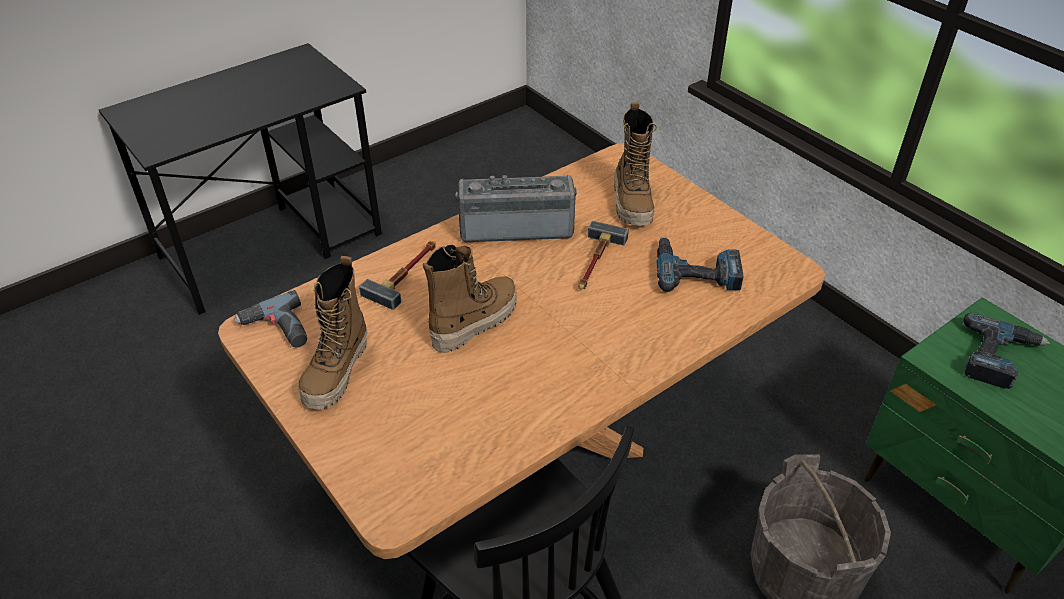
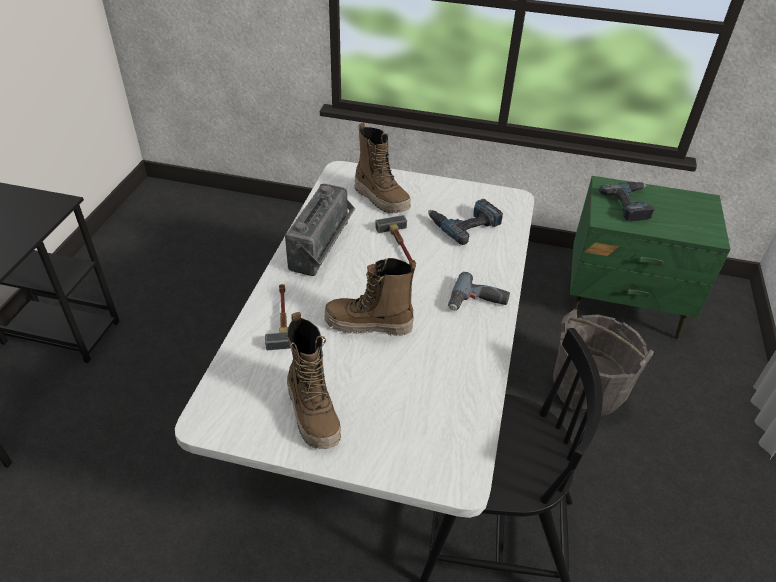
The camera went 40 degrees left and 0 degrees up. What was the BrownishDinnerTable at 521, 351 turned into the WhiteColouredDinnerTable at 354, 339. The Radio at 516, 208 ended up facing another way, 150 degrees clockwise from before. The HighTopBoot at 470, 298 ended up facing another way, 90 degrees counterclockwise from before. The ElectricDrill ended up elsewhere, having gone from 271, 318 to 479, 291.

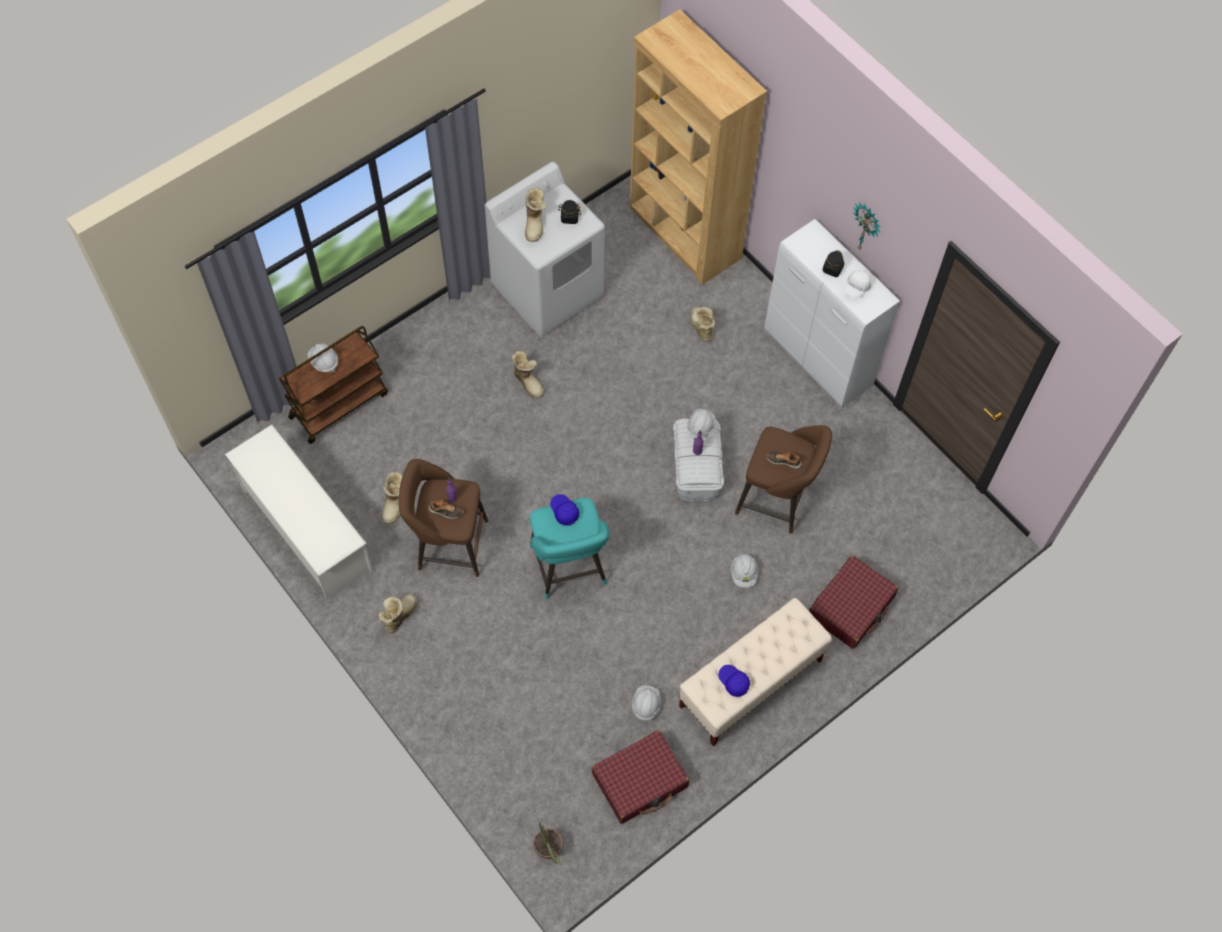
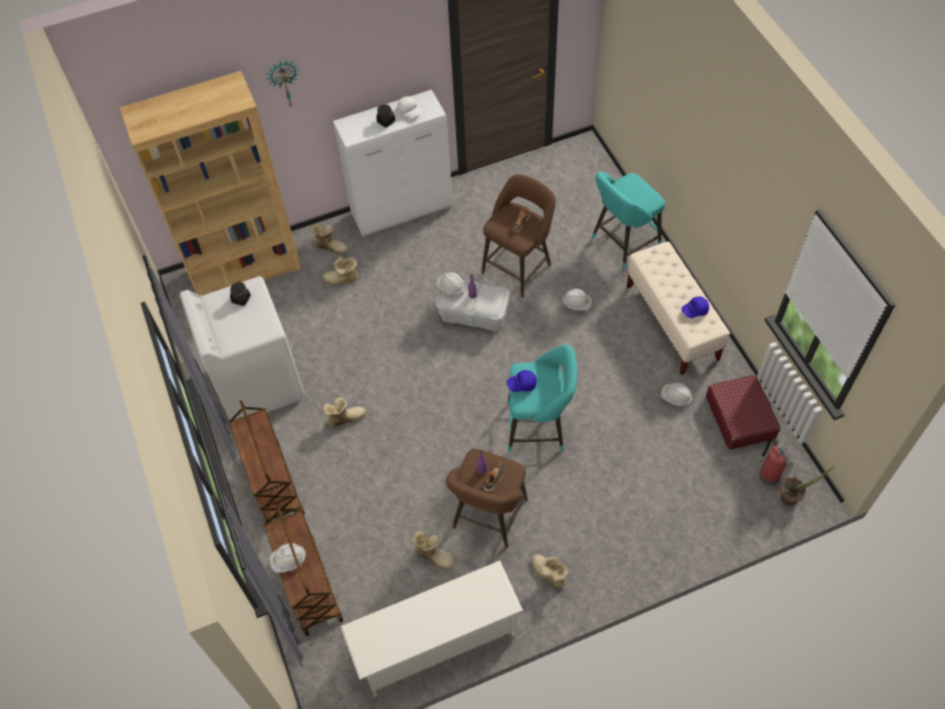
The camera went 70 degrees left and 5 degrees down. The HighTopBoot ended up elsewhere, having gone from 536, 214 to 330, 238. The HangingClock ended up elsewhere, having gone from 867, 226 to 283, 83. Where the RedColouredPieceOfLuggage stood at 853, 602, the BlueGreenSittingStool came to stand at 628, 220. The second view gained the BrownishCart at 267, 461. The second view gained the FireExtinguisher at 775, 462.

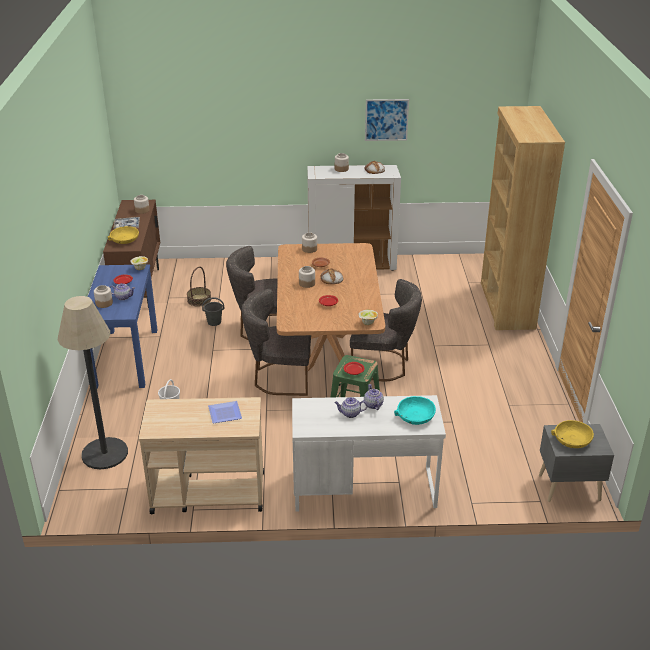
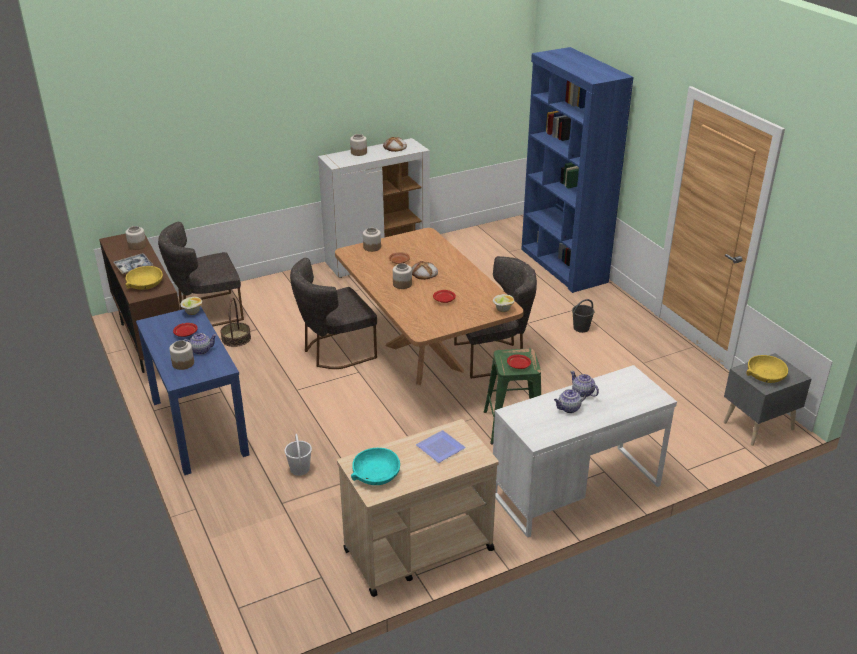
The camera went 25 degrees left and 0 degrees up. The second view lost the WallArt at 387, 120. What was the BrownishBookshelf at 523, 218 turned into the BluishBookshelf at 577, 170. The GrayPlainChair ended up elsewhere, having gone from 276, 342 to 201, 274. The second view lost the StandingLamp at 93, 382. The GrayBucket ended up elsewhere, having gone from 213, 311 to 583, 316. The BlueGreenDeepDish ended up elsewhere, having gone from 415, 410 to 375, 466.

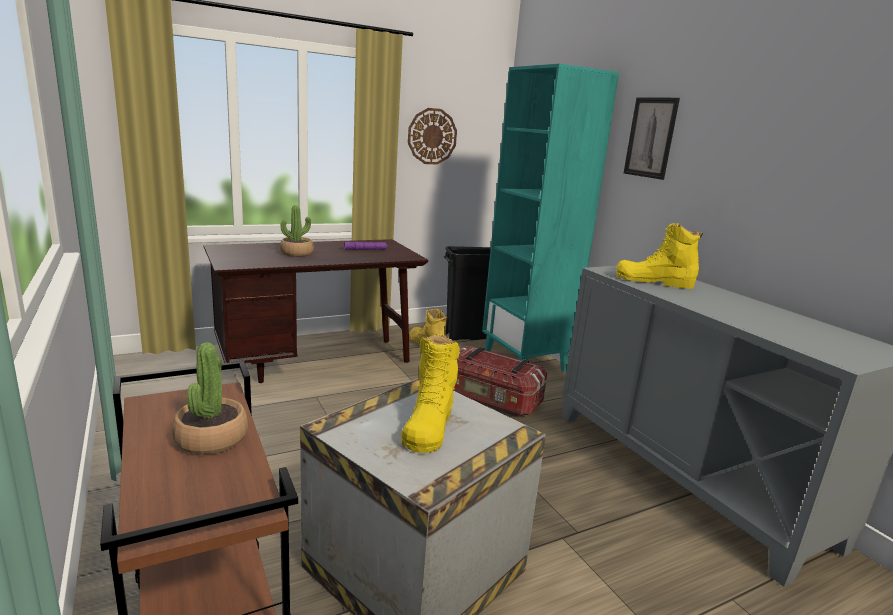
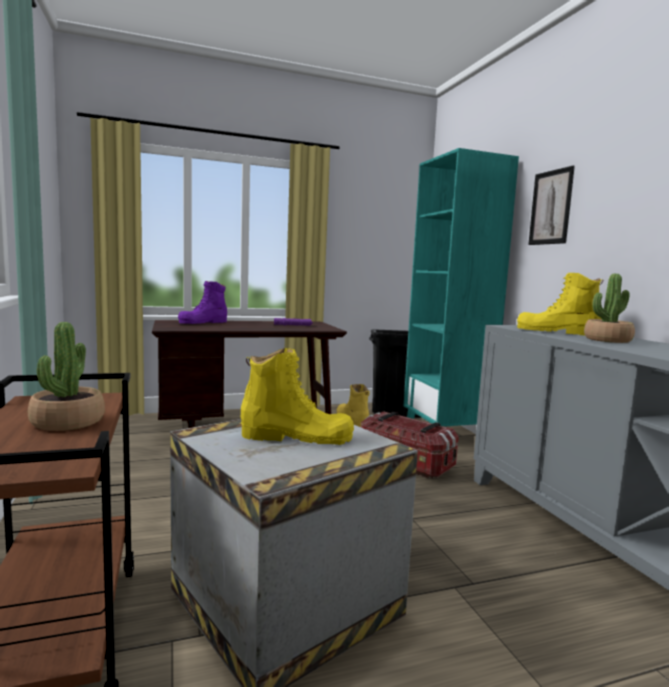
The camera went 10 degrees right and 10 degrees down. The second view lost the HangingClock at 432, 136. The PlantInAPot ended up elsewhere, having gone from 297, 231 to 609, 308. The YellowishHighTopBoot at 430, 393 ended up facing another way, 105 degrees counterclockwise from before. The second view gained the PurpleHighTopBoot at 202, 302.

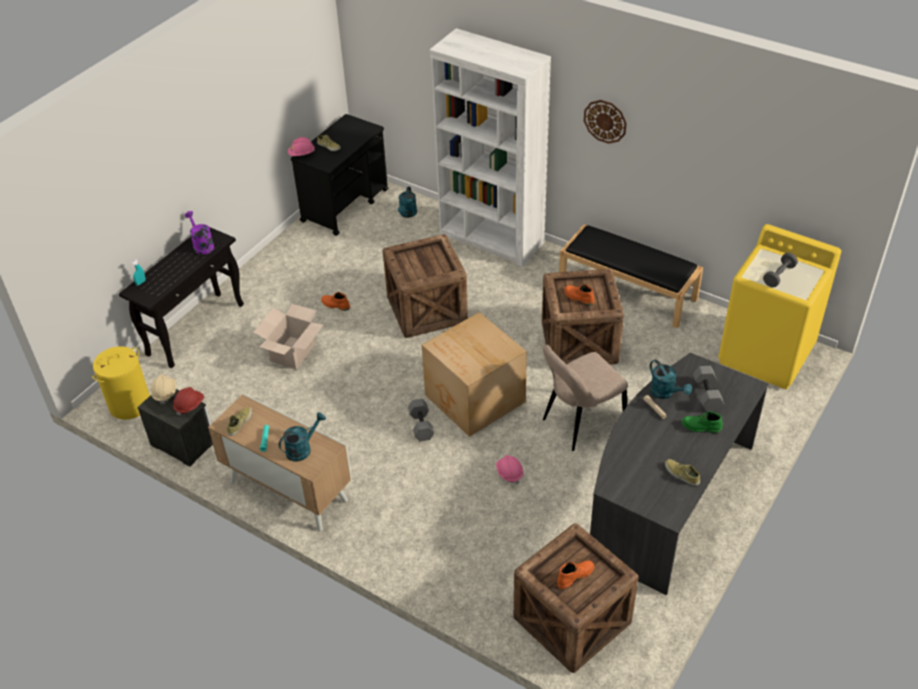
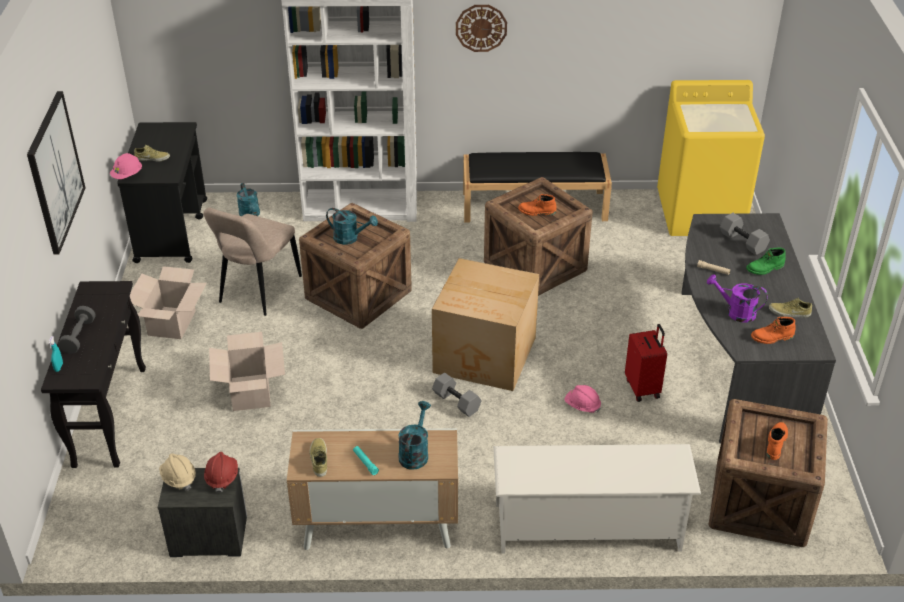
The camera went 35 degrees left and 5 degrees down. The PurpleWateringPot ended up elsewhere, having gone from 199, 232 to 737, 298. The GrayDumbbell ended up elsewhere, having gone from 780, 270 to 76, 330. The OrangeColouredHighTopBoot ended up elsewhere, having gone from 335, 301 to 773, 330. The SandColouredPlainChair ended up elsewhere, having gone from 585, 398 to 252, 261. The second view lost the YellowishLaundryBasket at 121, 383. The BlueGreenWateringPot ended up elsewhere, having gone from 671, 379 to 352, 226. The second view gained the WallArt at 56, 173. The second view gained the PackingBox at 168, 302. The second view gained the RedColouredPieceOfLuggage at 646, 363. The second view gained the WhiteColouredShoeRack at 597, 498.

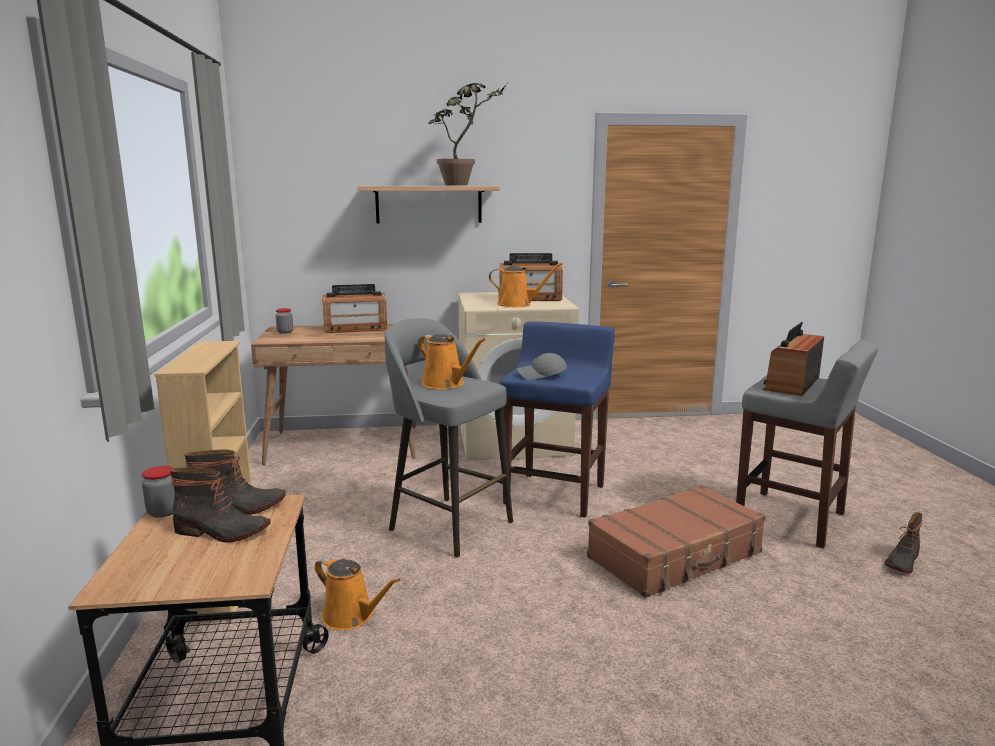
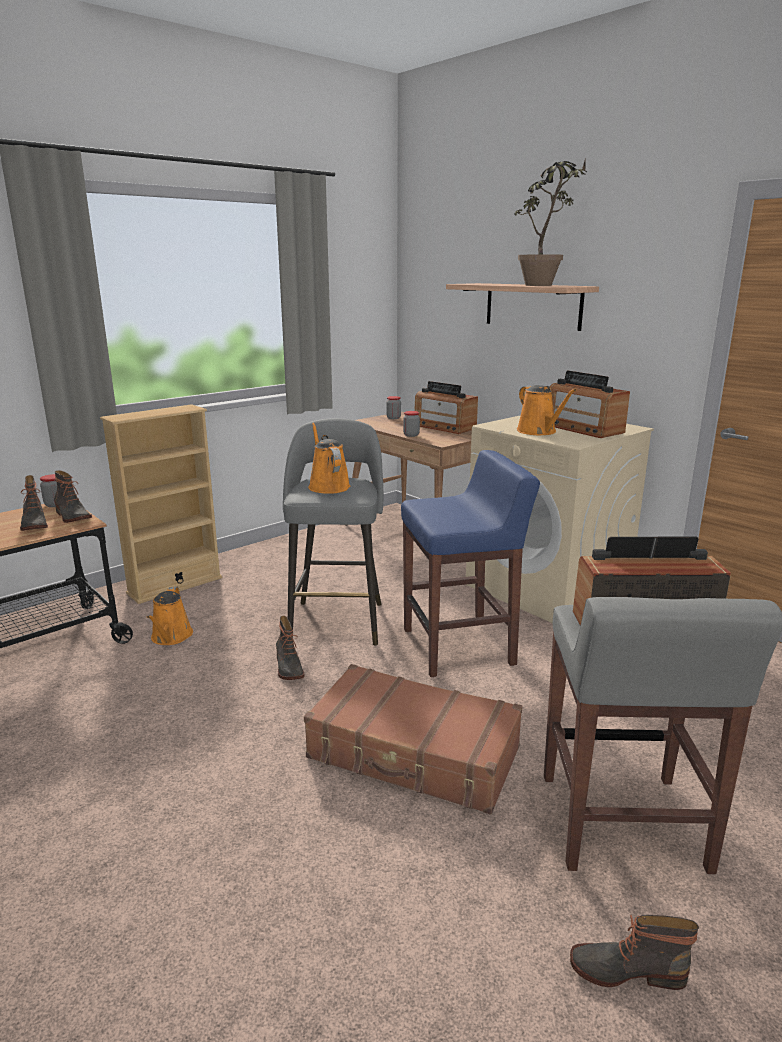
The camera went 55 degrees right and 5 degrees up. The OrangeColouredWateringPot at 452, 361 ended up facing another way, 150 degrees clockwise from before. The second view lost the GrayBaseballCap at 542, 366. The second view gained the PreserveJar at 411, 424. The second view gained the HighTopBoot at 290, 648.

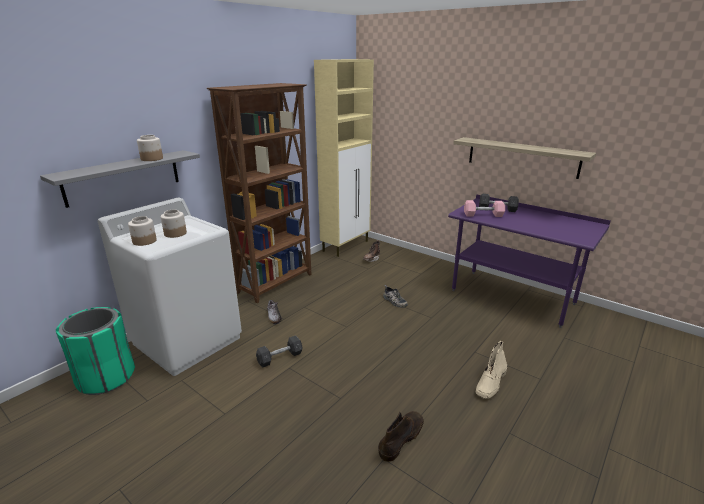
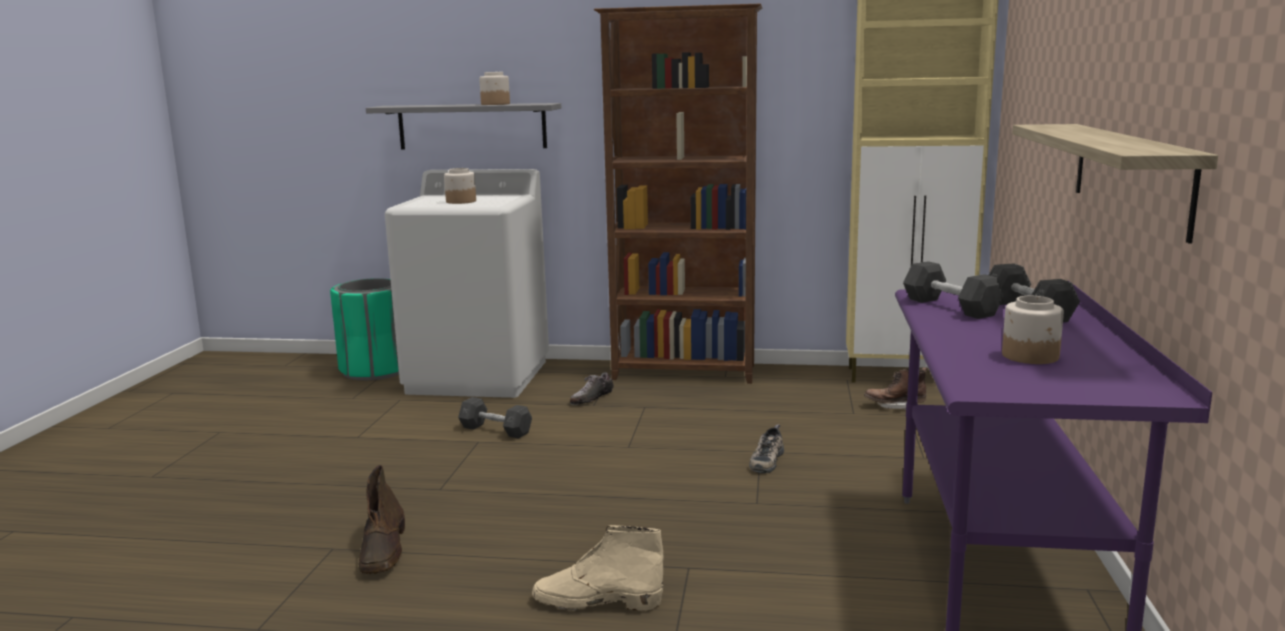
The camera went 60 degrees right and 10 degrees down. What was the PinkColouredDumbbell at 484, 208 turned into the GrayDumbbell at 953, 290. The PreserveJar ended up elsewhere, having gone from 142, 231 to 1033, 330. The BrownishHighTopBoot at 401, 436 ended up facing another way, 75 degrees clockwise from before.

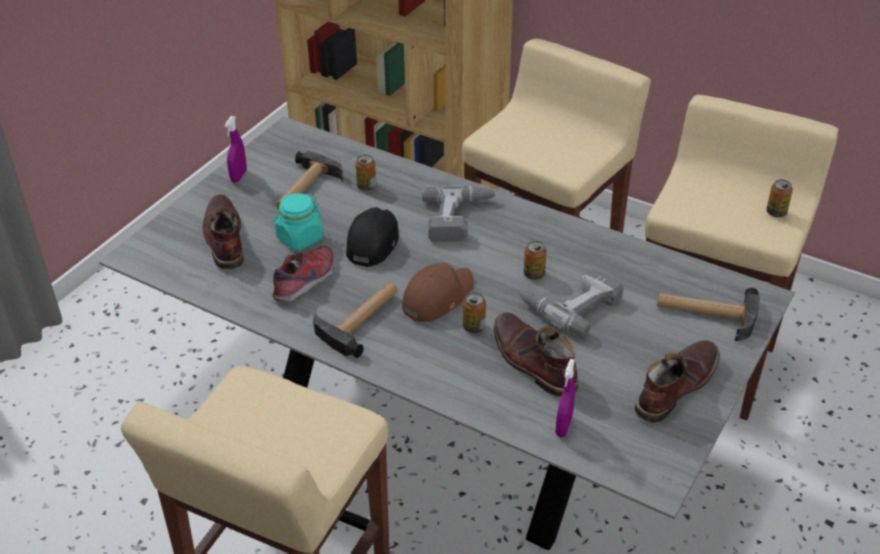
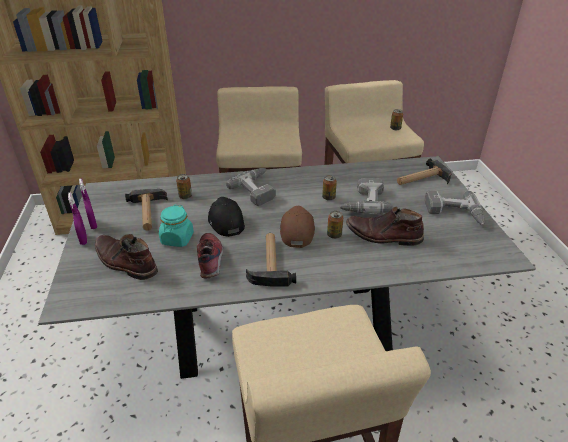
The camera went 40 degrees left and 5 degrees down. Where the BrownishHighTopBoot stood at 677, 381, the ElectricDrill came to stand at 455, 207. The PurpleSprayBottle ended up elsewhere, having gone from 565, 398 to 77, 218.

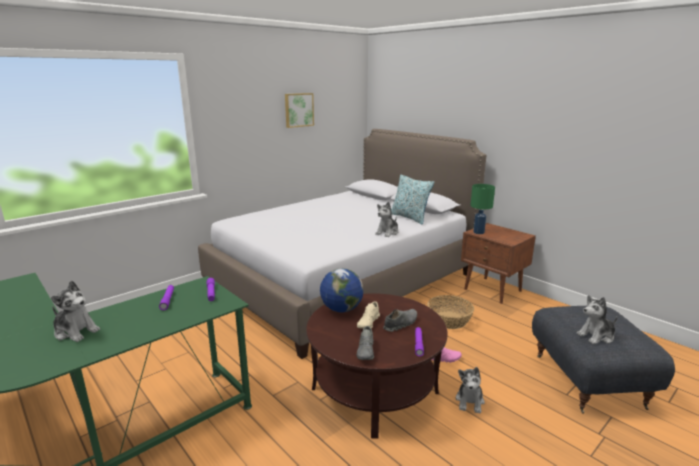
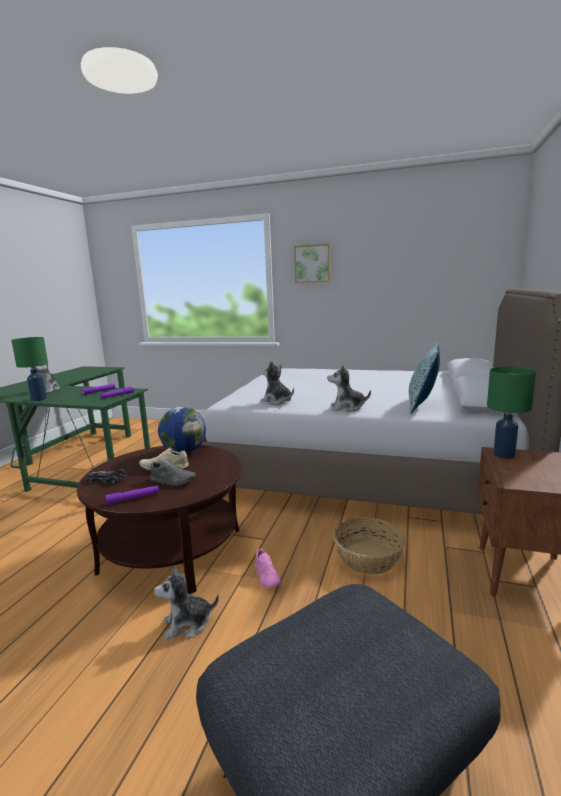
The camera went 60 degrees right and 5 degrees down. The WallArt ended up elsewhere, having gone from 299, 110 to 312, 263. The SoftToy ended up elsewhere, having gone from 597, 319 to 277, 383. Where the GrayShoe stood at 365, 343, the ModelCar came to stand at 106, 477. The second view gained the GreenColouredTableLamp at 29, 369.

